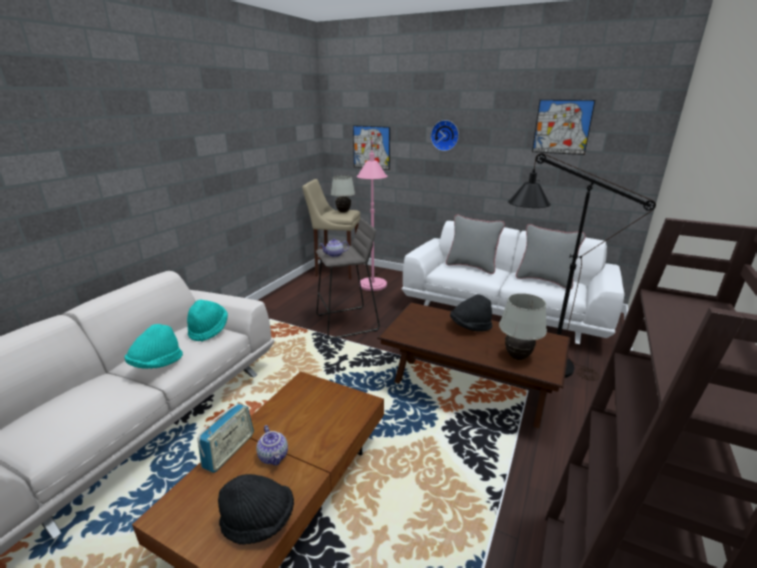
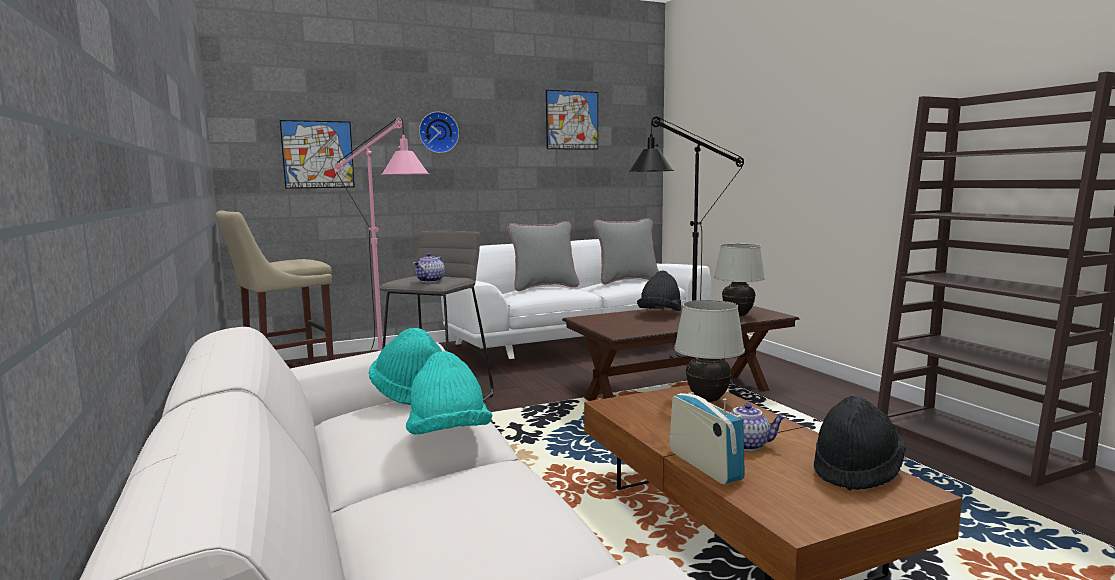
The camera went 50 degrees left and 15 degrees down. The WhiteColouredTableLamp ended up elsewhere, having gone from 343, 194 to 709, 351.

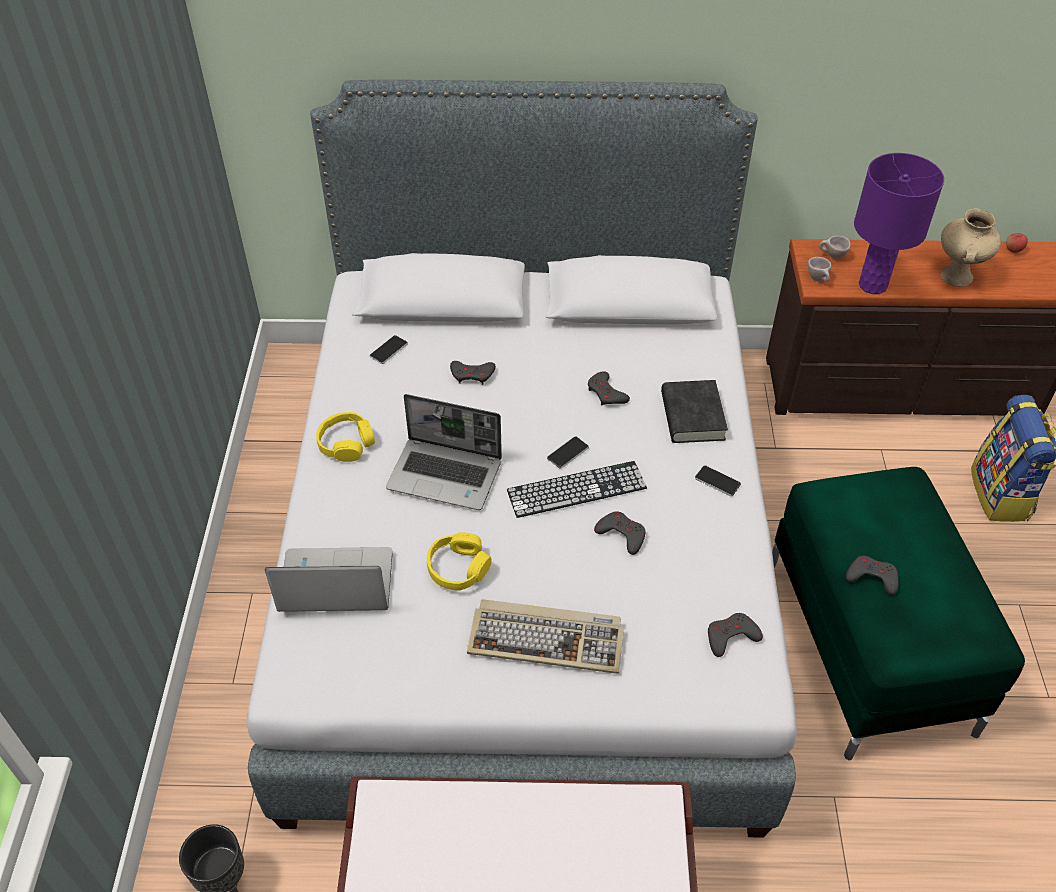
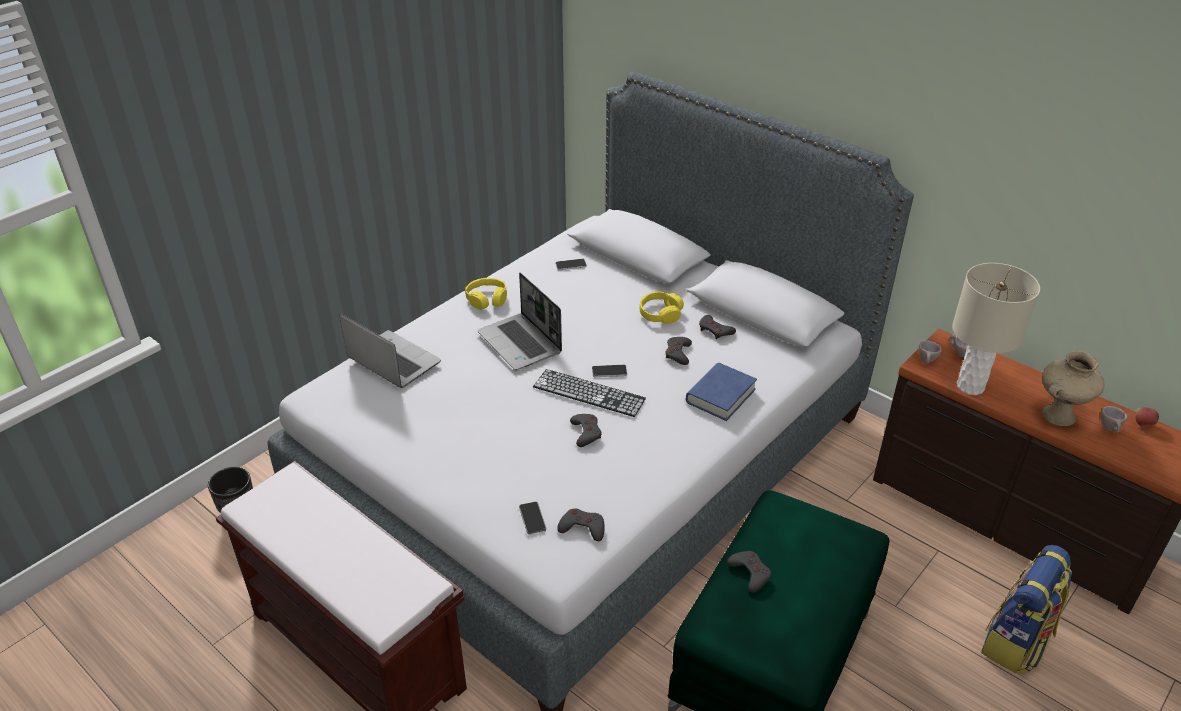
The camera went 40 degrees right and 10 degrees down. What was the PurpleTableLamp at 899, 223 turned into the SandColouredTableLamp at 996, 329. The GrayJoypad ended up elsewhere, having gone from 473, 373 to 717, 327. What was the BlackColouredBook at 694, 411 turned into the BluishBook at 721, 392. The Handset ended up elsewhere, having gone from 718, 480 to 533, 518. The YellowishHeadset ended up elsewhere, having gone from 459, 561 to 662, 307. The second view lost the ComputerKeyboard at 545, 636. The second view gained the SandColouredSmallCup at 1114, 419.

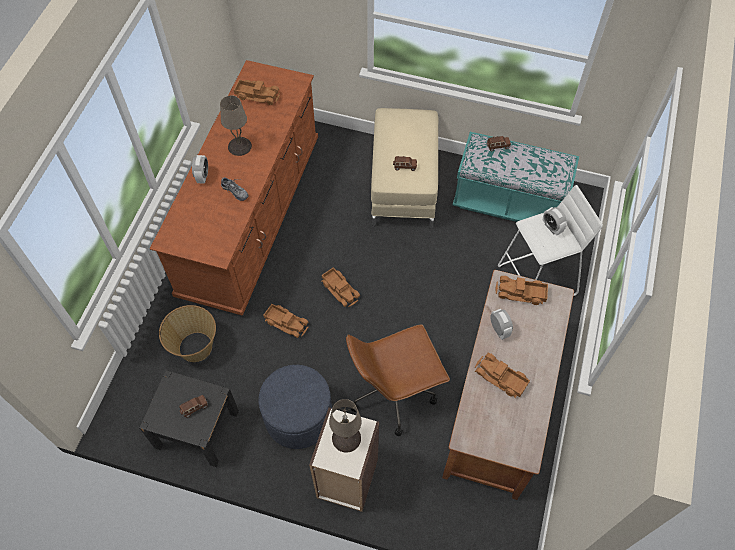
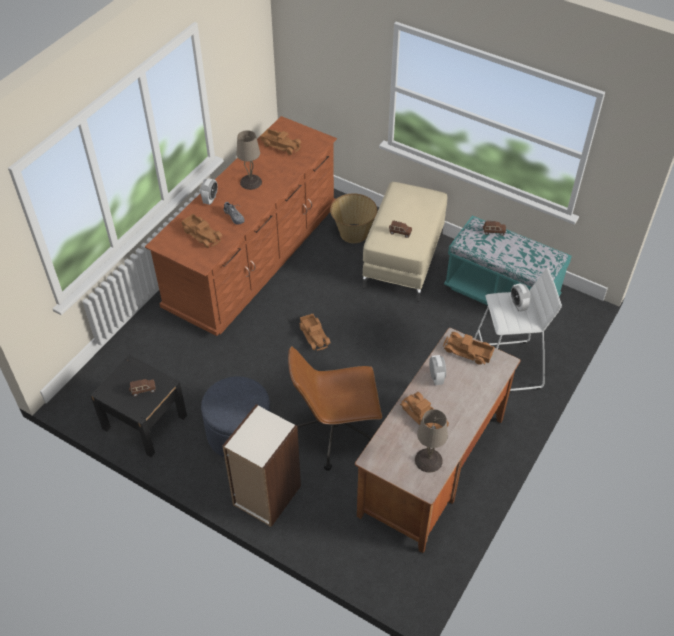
The camera went 15 degrees right and 10 degrees down. The ModelTruck ended up elsewhere, having gone from 285, 321 to 202, 231. The StorageBasket ended up elsewhere, having gone from 187, 333 to 353, 218. The SandColouredTableLamp ended up elsewhere, having gone from 345, 425 to 431, 441.

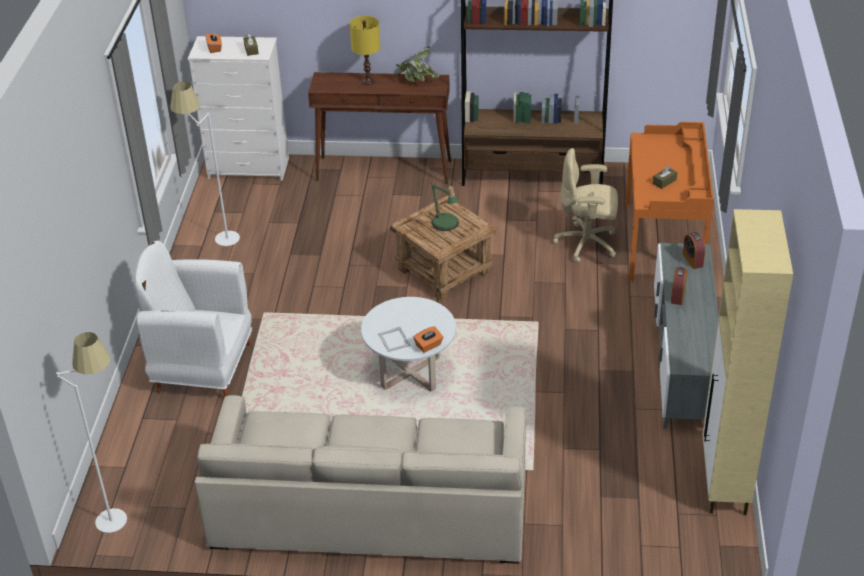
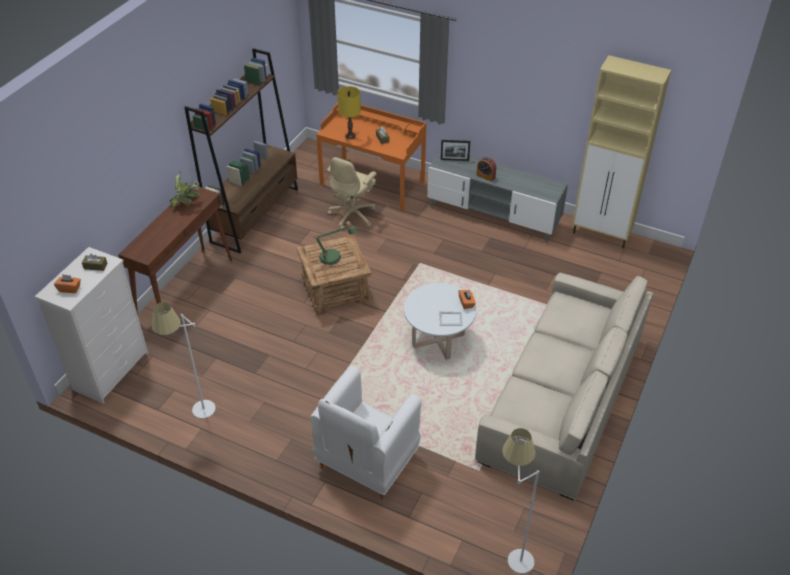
The camera went 70 degrees left and 5 degrees up. The YellowishTableLamp ended up elsewhere, having gone from 365, 50 to 349, 112. Where the BedsideClock stood at 694, 250, the StandingFrame came to stand at 455, 150.

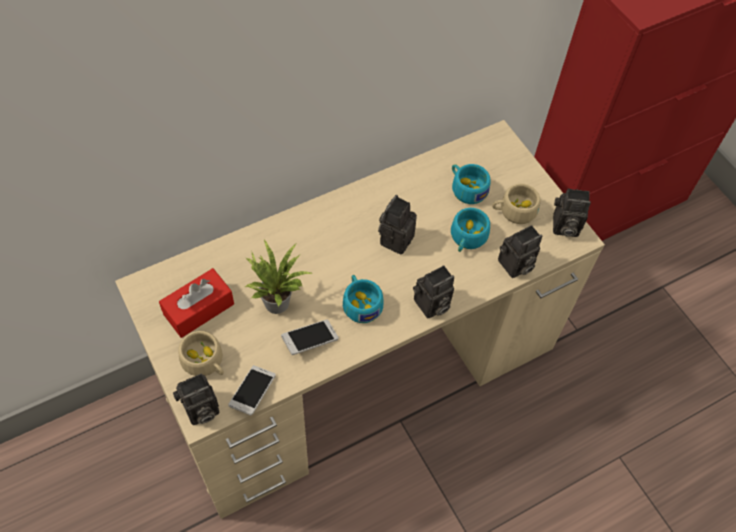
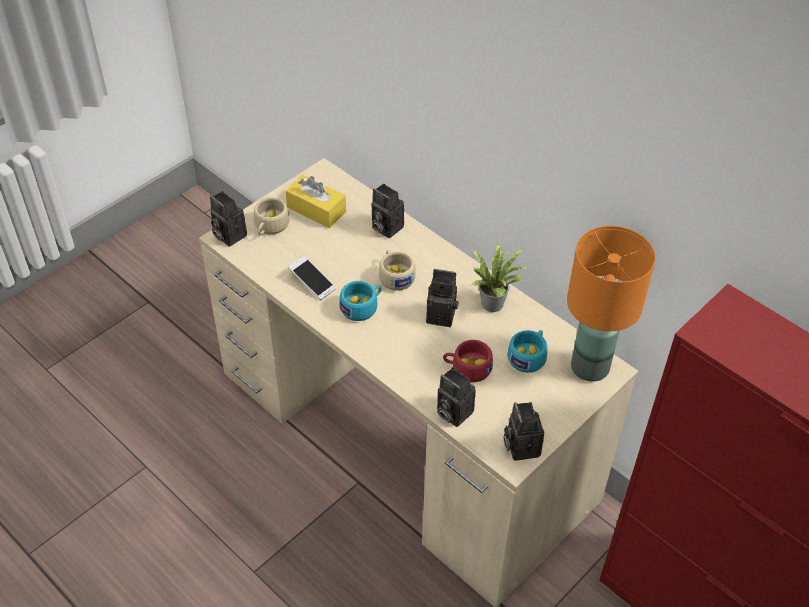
The camera went 75 degrees right and 10 degrees down. The SandColouredSmallCup ended up elsewhere, having gone from 516, 204 to 397, 270. What was the BlueGreenSmallCup at 470, 230 turned into the RedColouredSmallCup at 468, 361. The PlantInAPot ended up elsewhere, having gone from 278, 277 to 500, 277. The PhotoCamera ended up elsewhere, having gone from 433, 291 to 388, 211. What was the RedColouredBoxOfTissues at 196, 303 turned into the YellowishBoxOfTissues at 316, 201. The second view lost the Handset at 252, 390. The second view gained the OrangeColouredTableLamp at 611, 304.

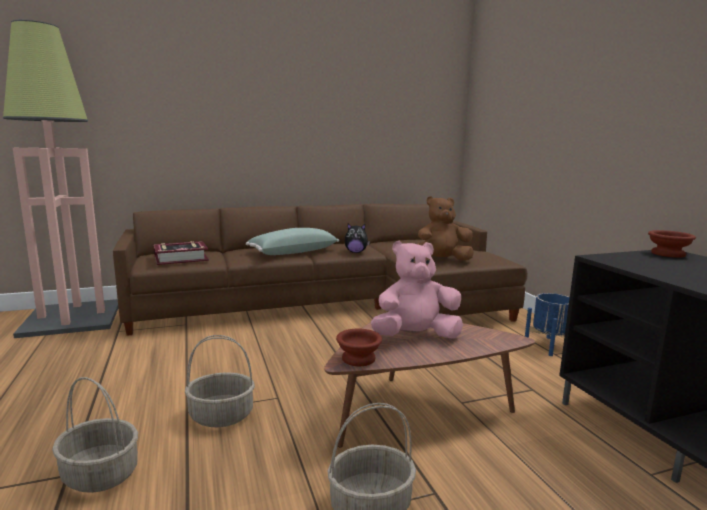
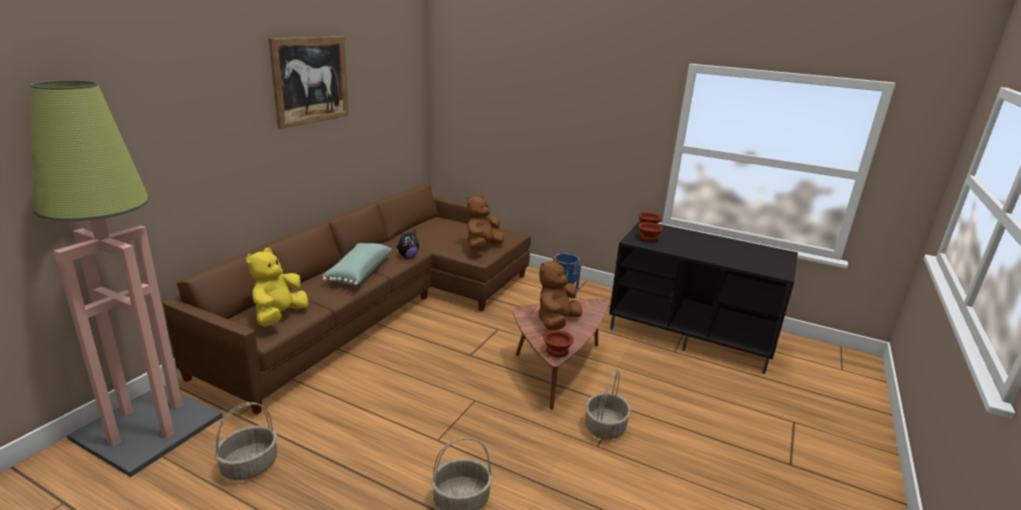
The camera went 45 degrees left and 10 degrees up. Where the Book stood at 181, 253, the YellowishSoftToy came to stand at 277, 287. What was the PinkColouredSoftToy at 417, 290 turned into the BrownishSoftToy at 560, 294. The StorageBasket ended up elsewhere, having gone from 220, 381 to 245, 441. The second view gained the WallArt at 309, 82. The second view gained the BrownishDeepDish at 650, 232.

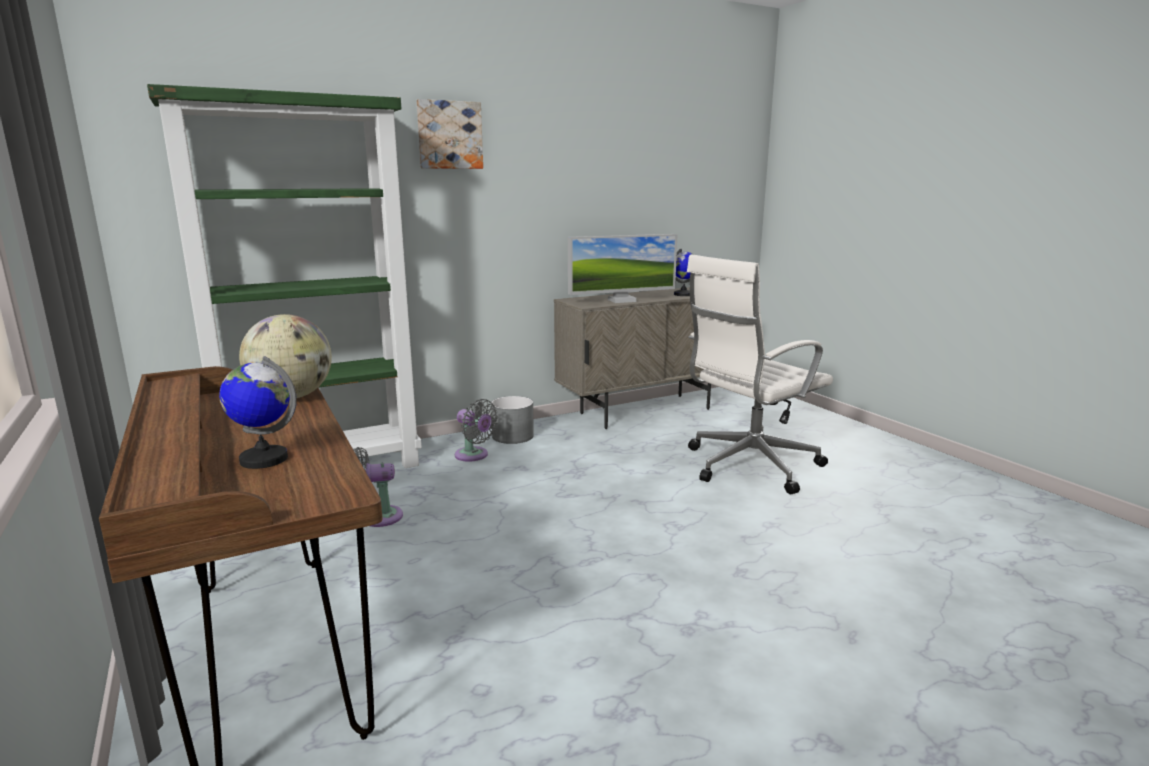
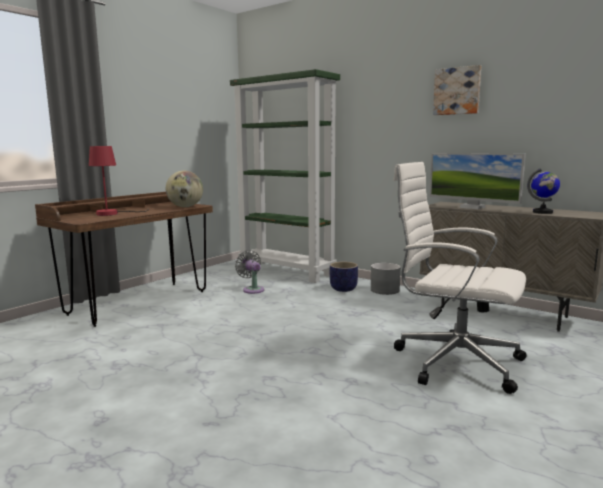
The camera went 65 degrees right and 5 degrees down. The WallArt ended up elsewhere, having gone from 449, 134 to 457, 90. Where the WorldGlobe stood at 258, 412, the RedColouredTableLamp came to stand at 119, 181. Where the GrayCoolingFan stood at 476, 430, the FlowerPot came to stand at 344, 276.

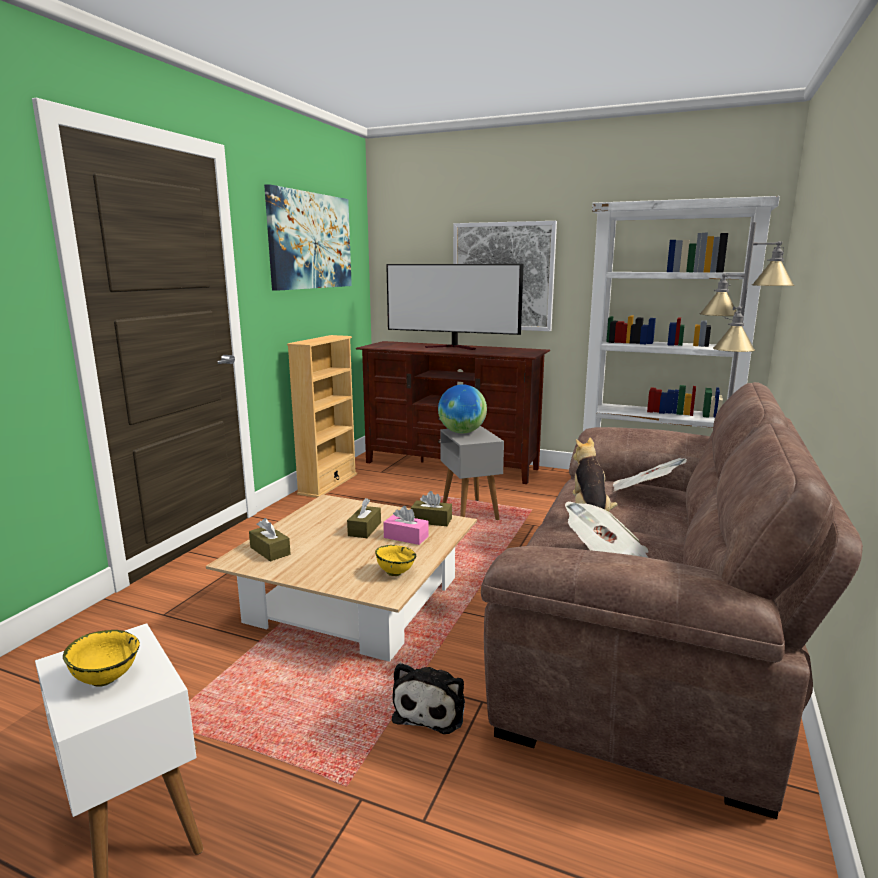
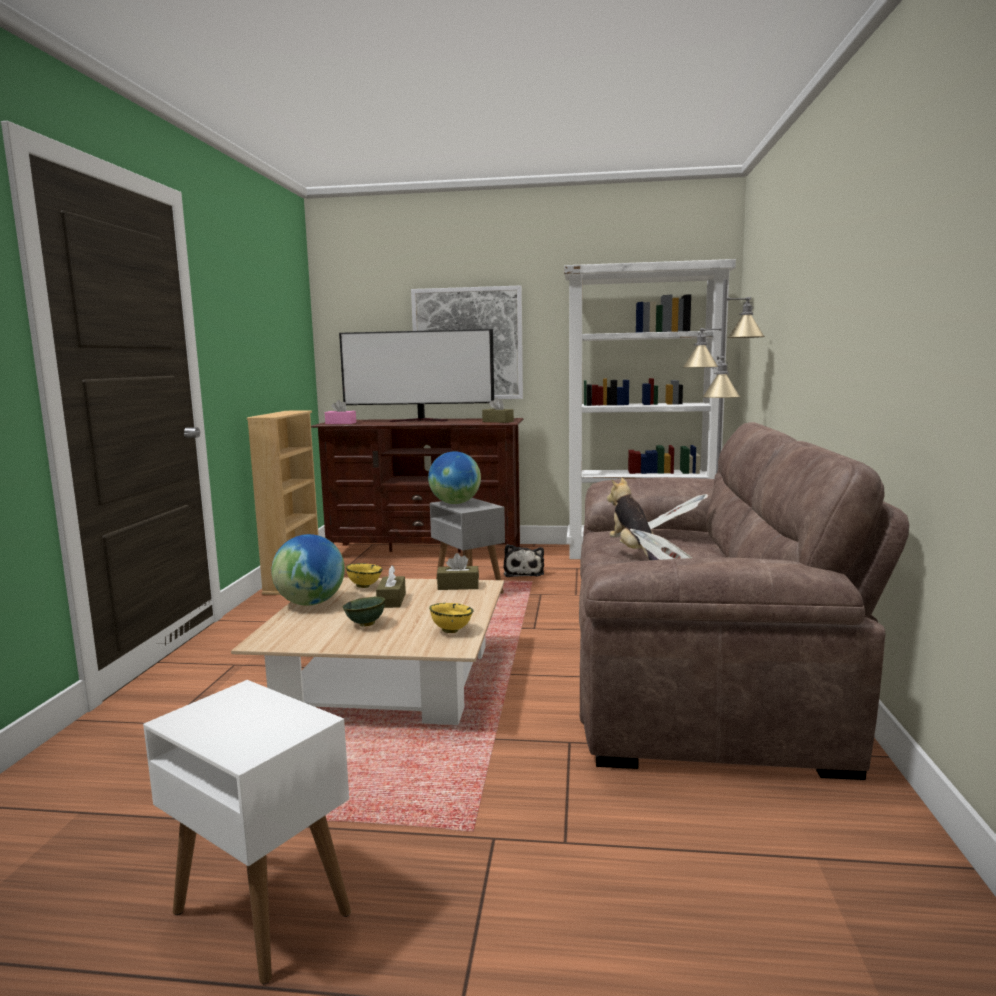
The camera went 15 degrees left and 5 degrees down. The second view lost the WallArt at 308, 237. The PinkColouredBoxOfTissues ended up elsewhere, having gone from 406, 525 to 340, 412. The BrownishBoxOfTissues ended up elsewhere, having gone from 270, 540 to 498, 410. The YellowishDeepDish ended up elsewhere, having gone from 101, 658 to 364, 575. The SoftToy ended up elsewhere, having gone from 428, 698 to 523, 560. The second view gained the WorldGlobe at 308, 570. The second view gained the GreenColouredDeepDish at 363, 611.

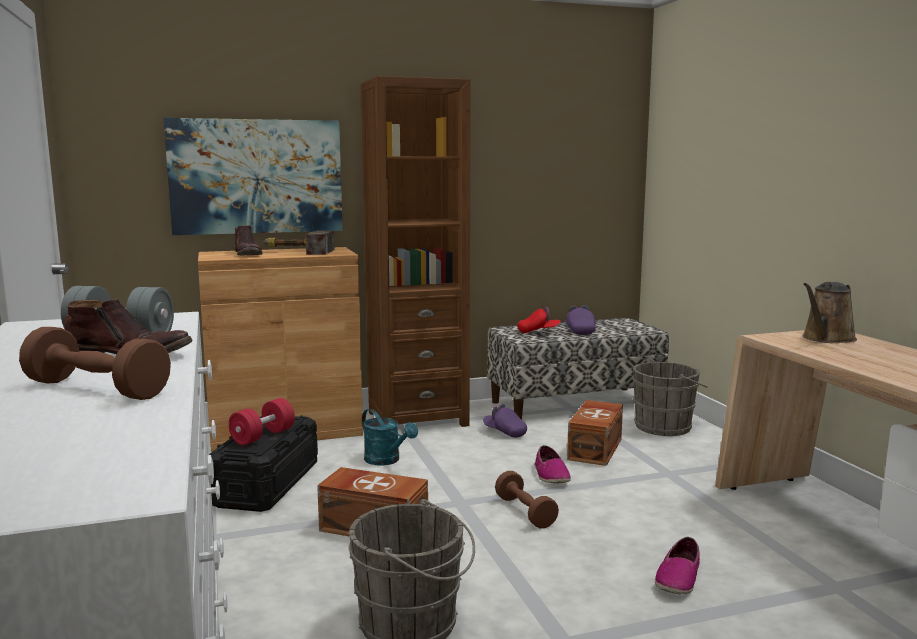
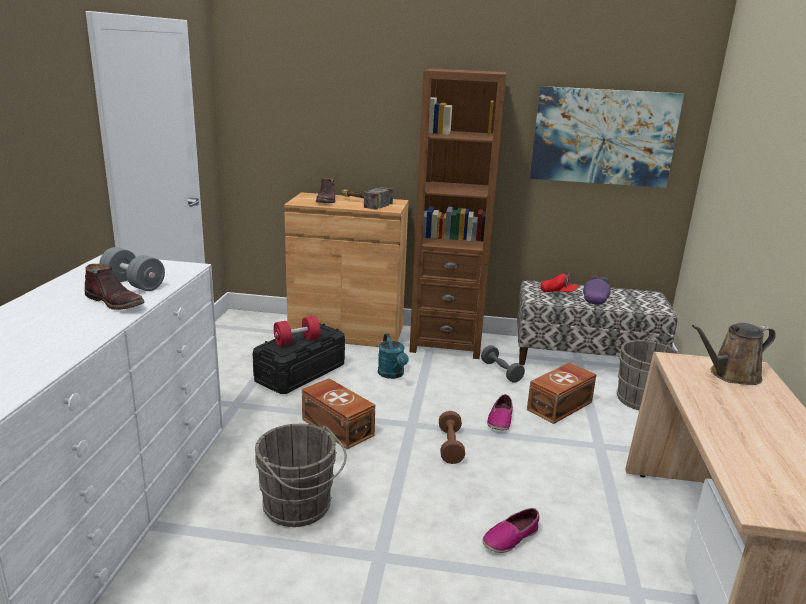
The camera went 25 degrees right and 10 degrees up. The WallArt ended up elsewhere, having gone from 253, 176 to 607, 137. The second view lost the BrownishDumbbell at 95, 363. Where the PurpleBaseballCap stood at 505, 421, the GrayDumbbell came to stand at 503, 364.

